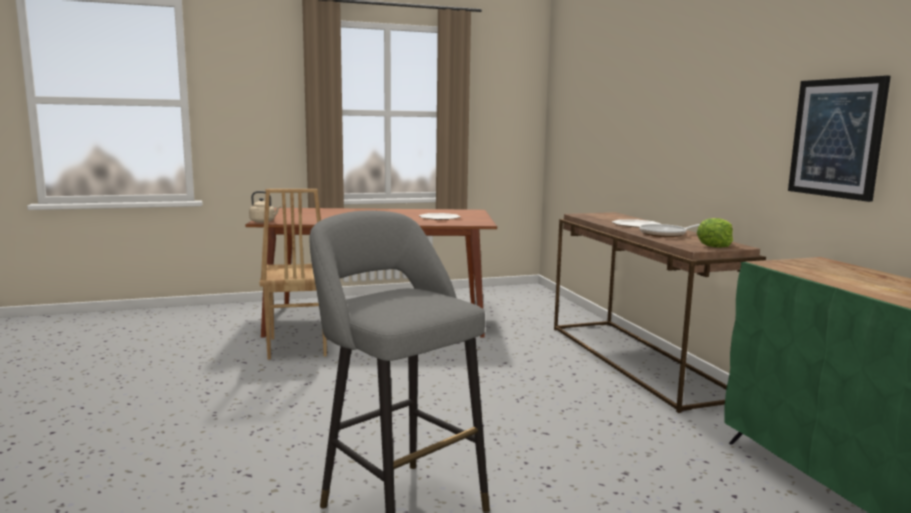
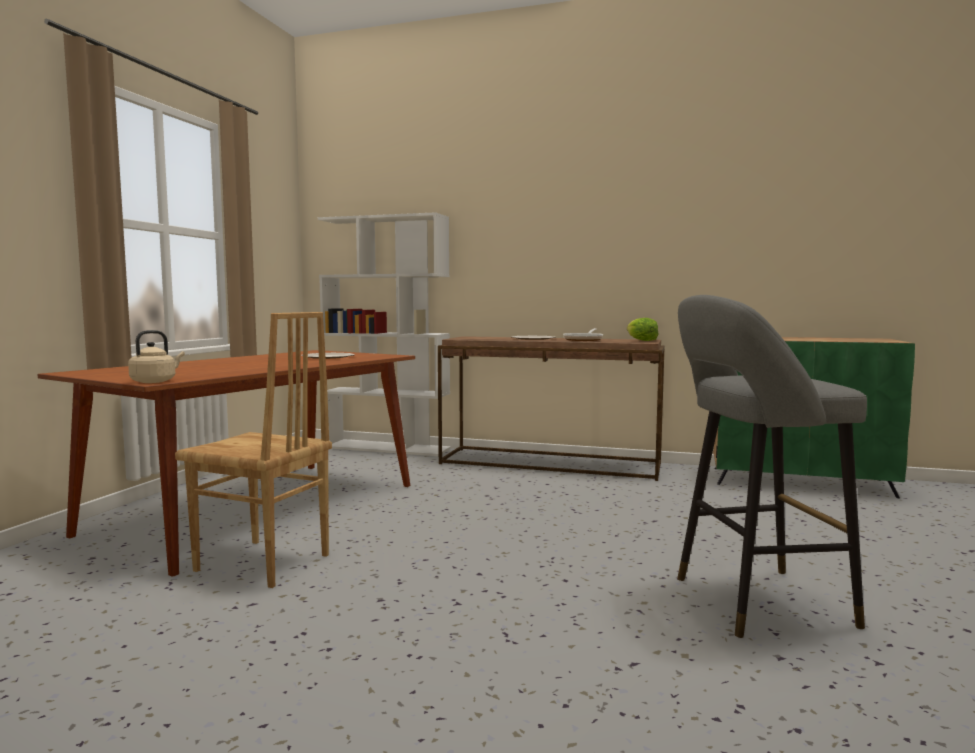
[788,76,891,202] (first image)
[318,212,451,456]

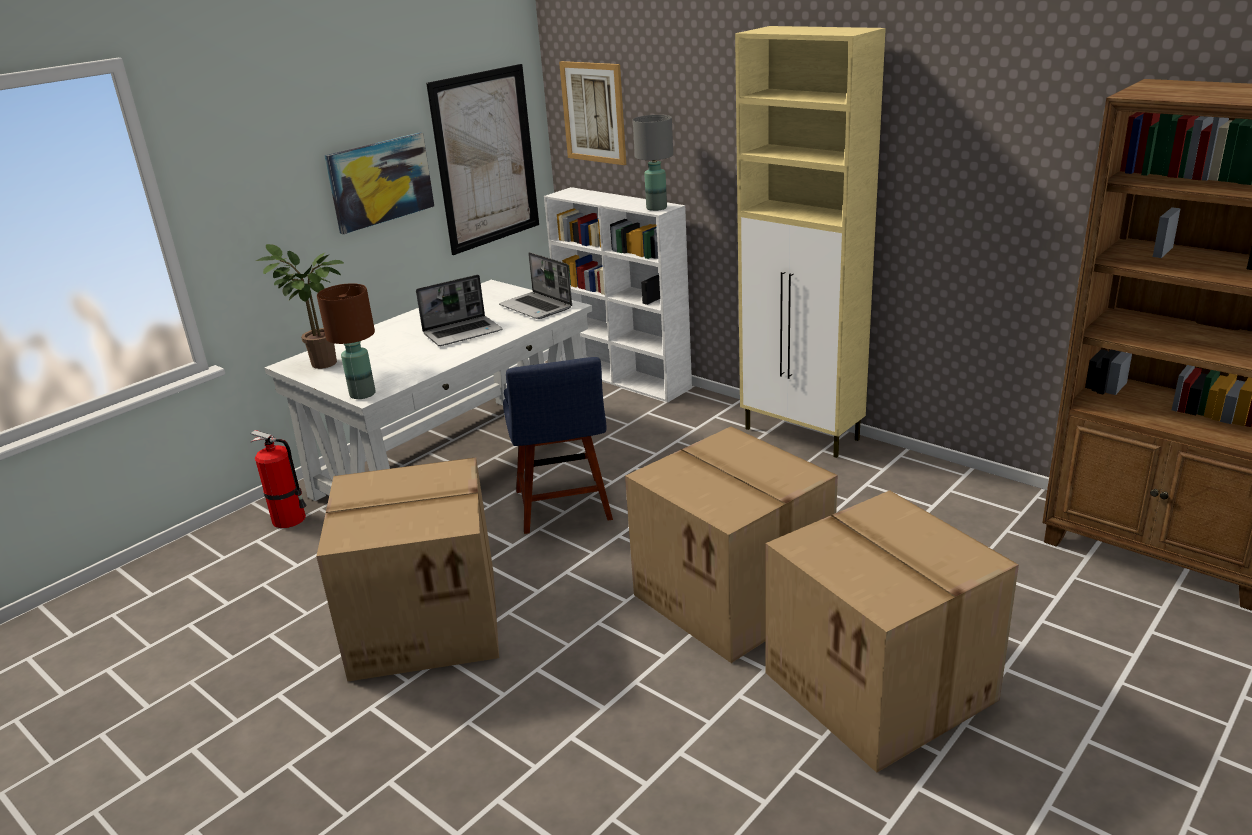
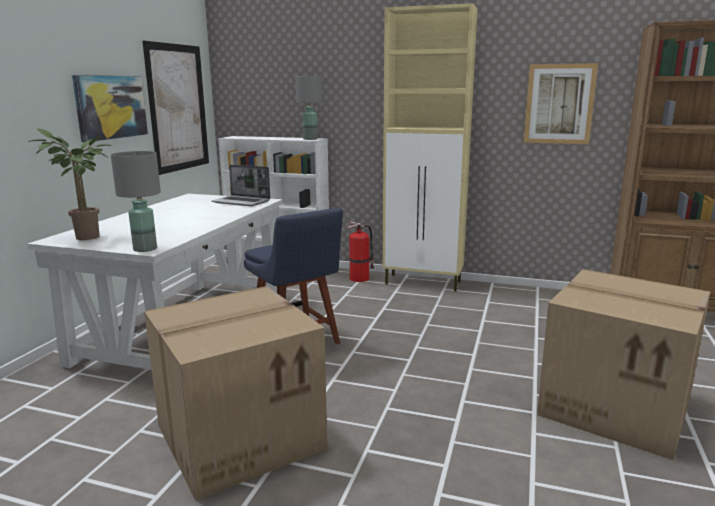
[416,275,502,346] (first image)
[625,426,838,663] (first image)
[348,221,374,282]
[524,63,598,144]
[111,151,161,252]

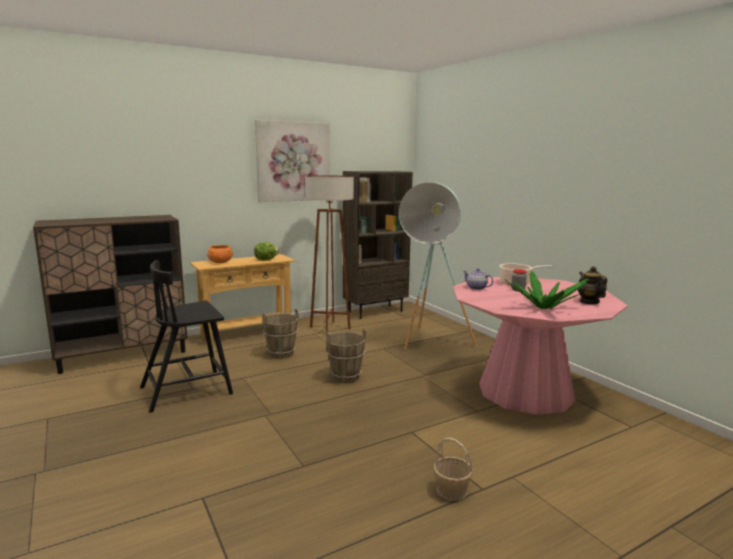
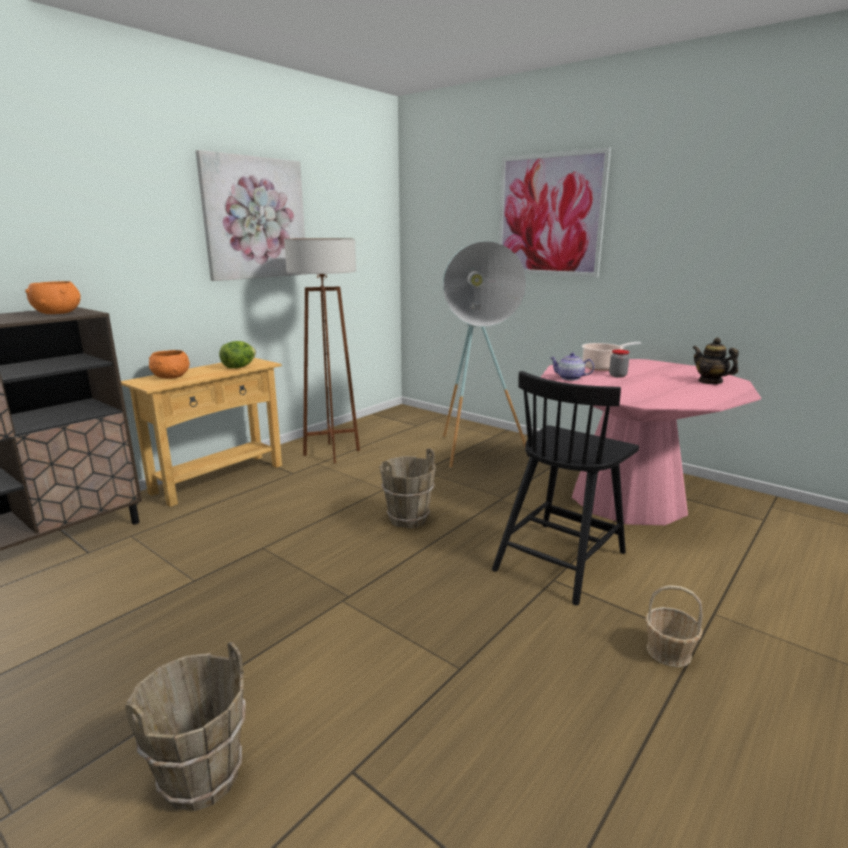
[343,171,413,319] (first image)
[505,270,588,309] (first image)
[25,281,81,314]
[498,147,611,277]
[492,371,639,605]
[125,642,245,811]

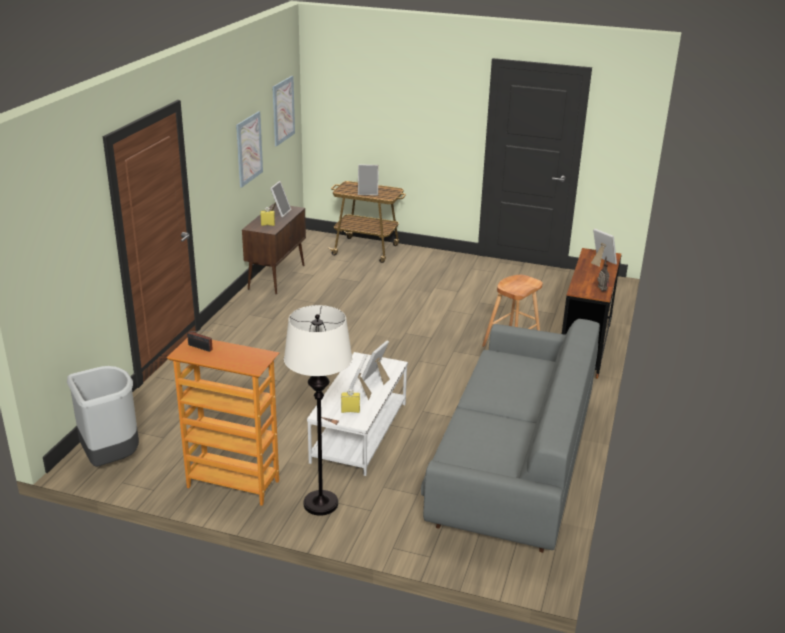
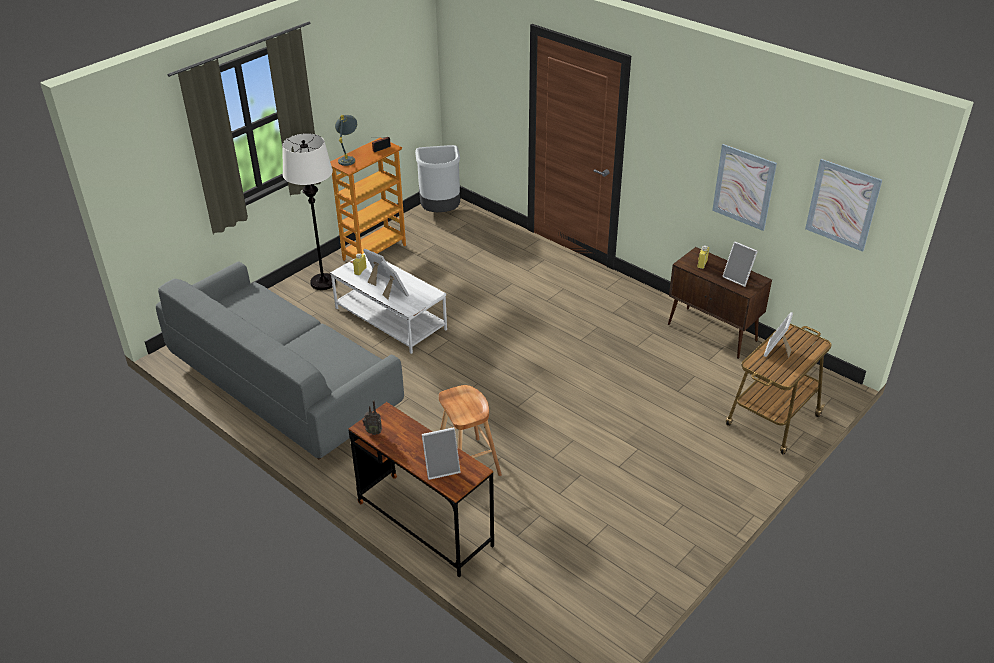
[335,115,357,166]

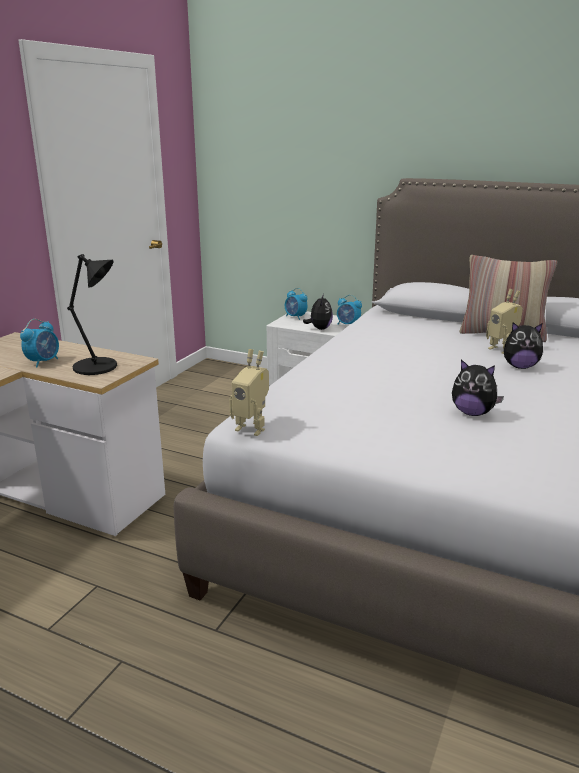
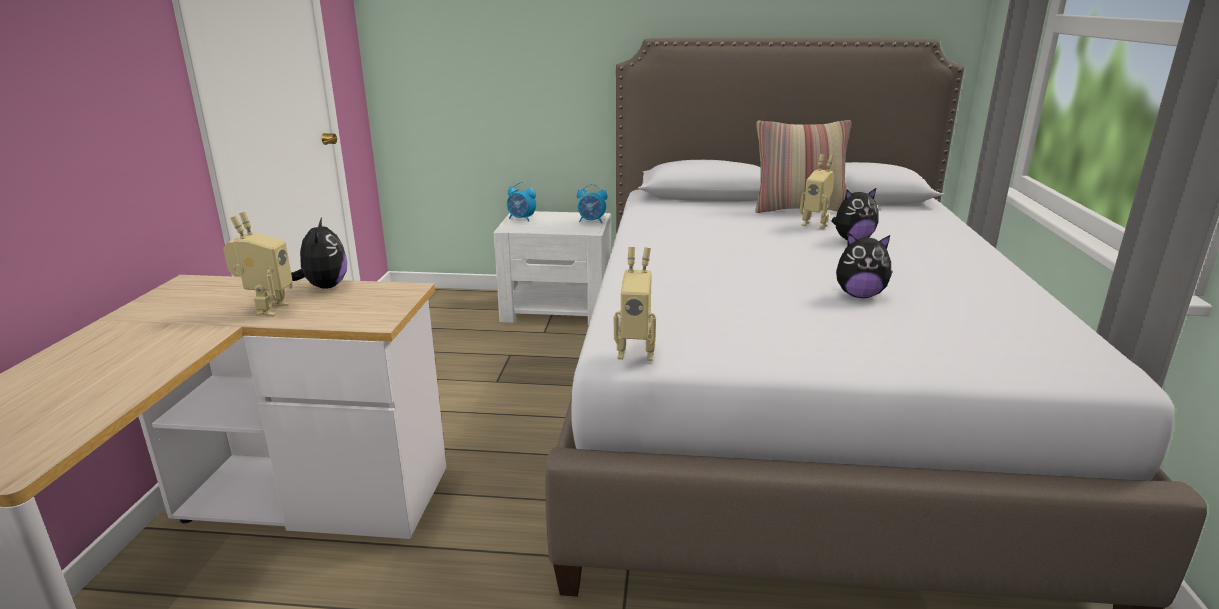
[67,254,117,375] (first image)
[291,217,347,289]
[223,212,293,317]

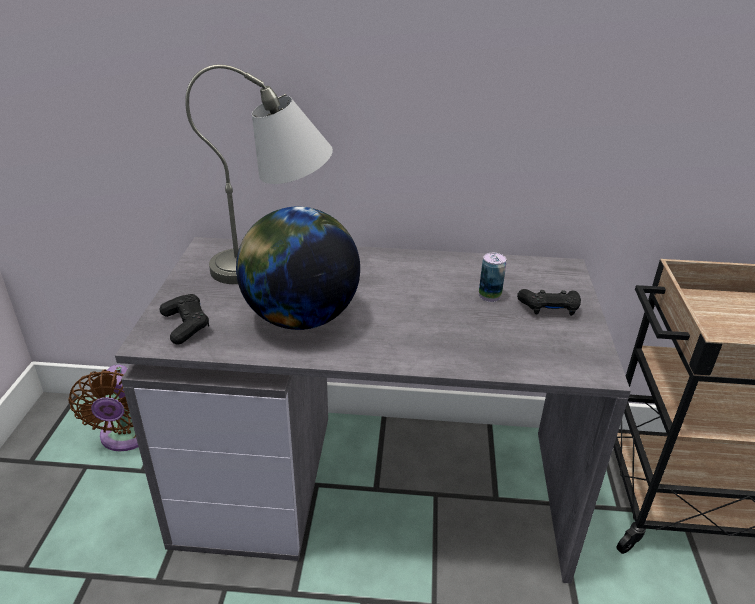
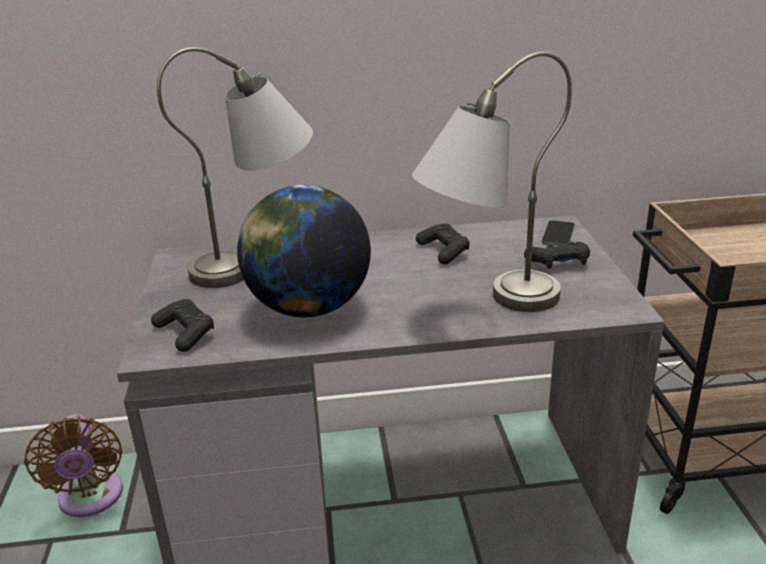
[479,253,506,302] (first image)
[412,52,572,312]
[416,224,470,264]
[541,220,575,246]

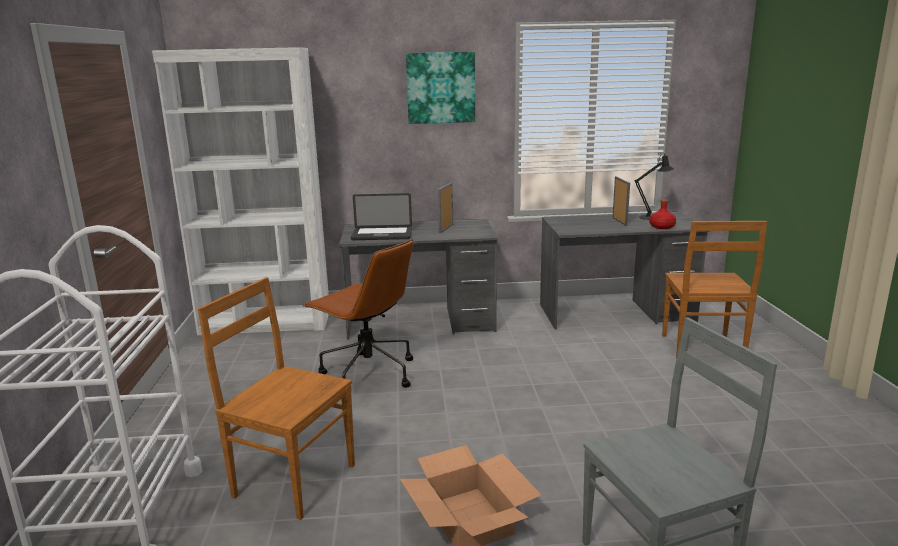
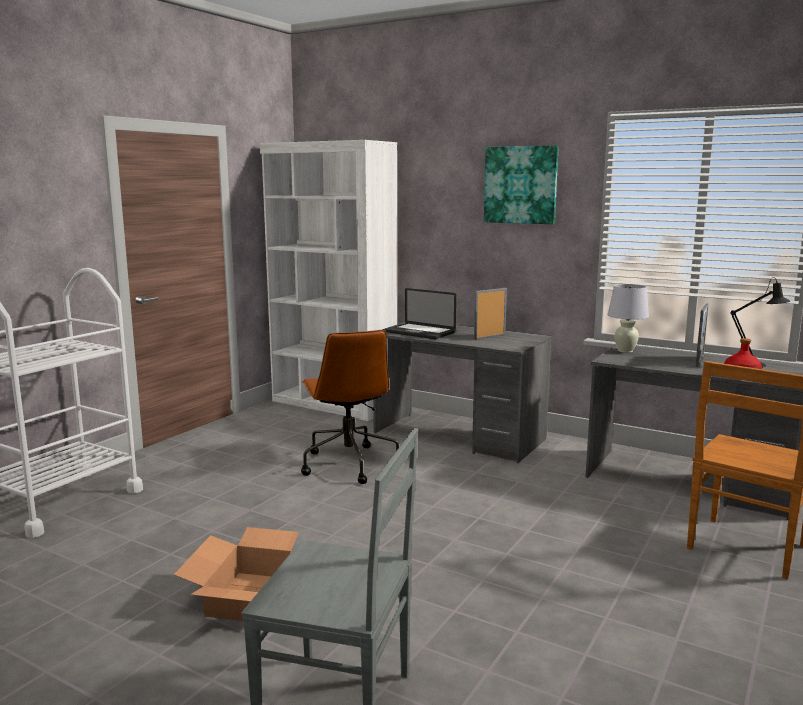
[198,277,355,520] (first image)
[608,284,649,353]

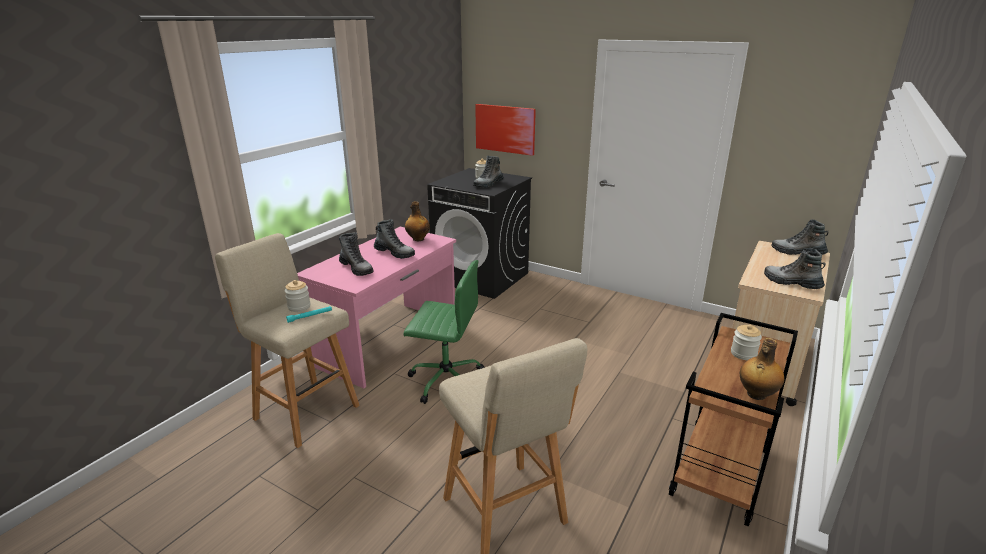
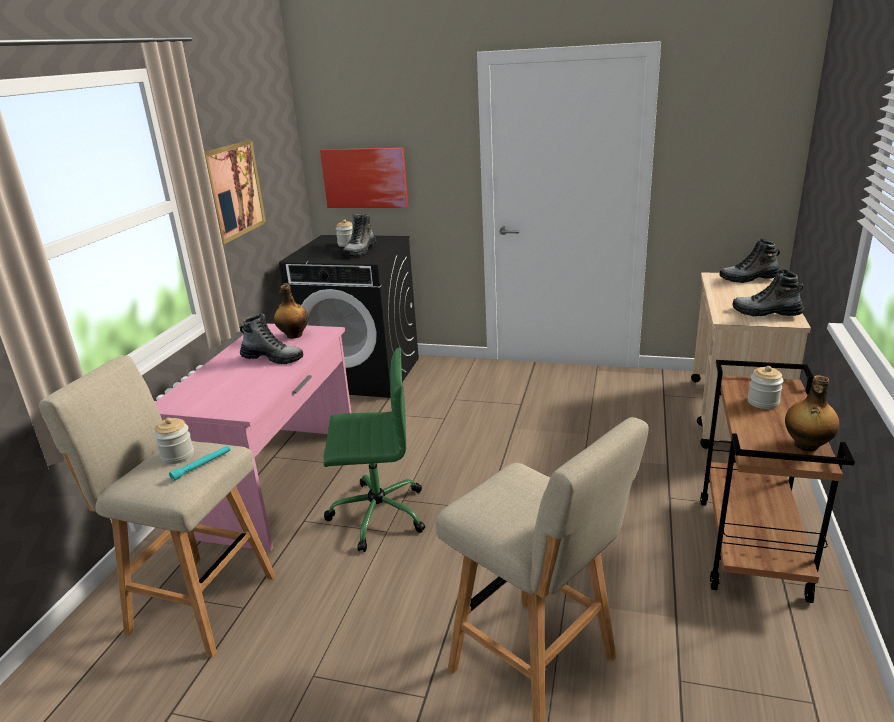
[339,232,374,276] (first image)
[204,140,266,245]

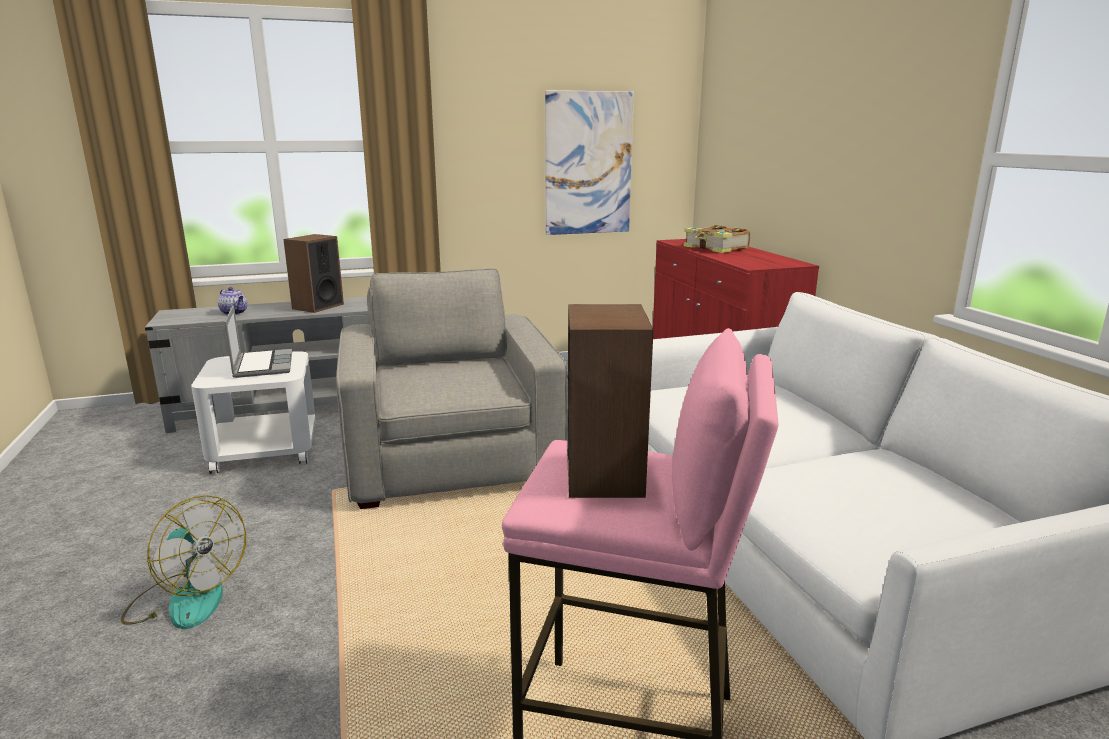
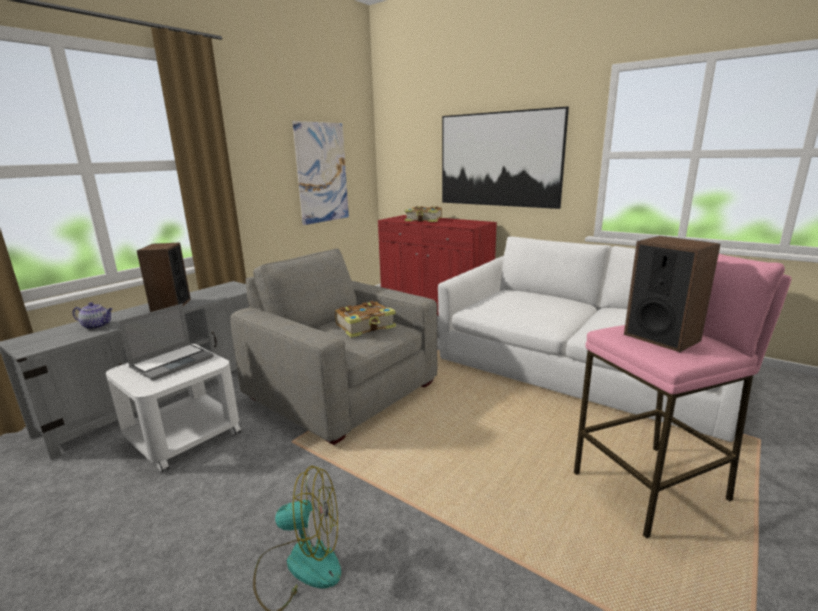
[335,301,396,338]
[442,106,569,209]
[118,304,214,380]

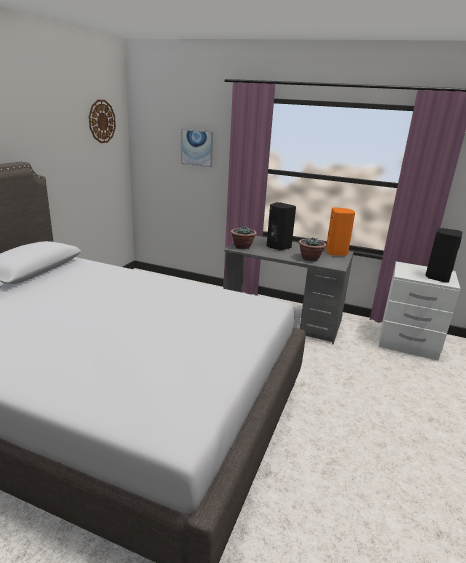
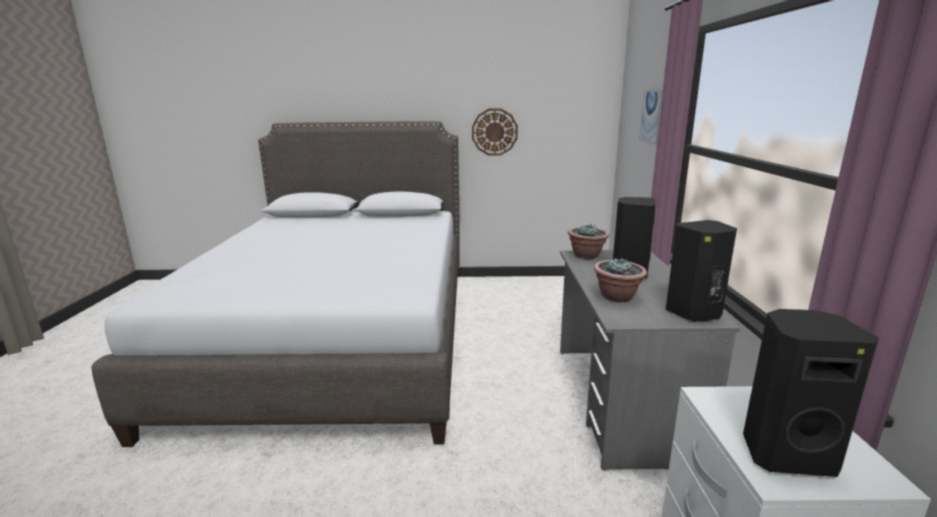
[472,108,518,156]
[666,220,737,322]

